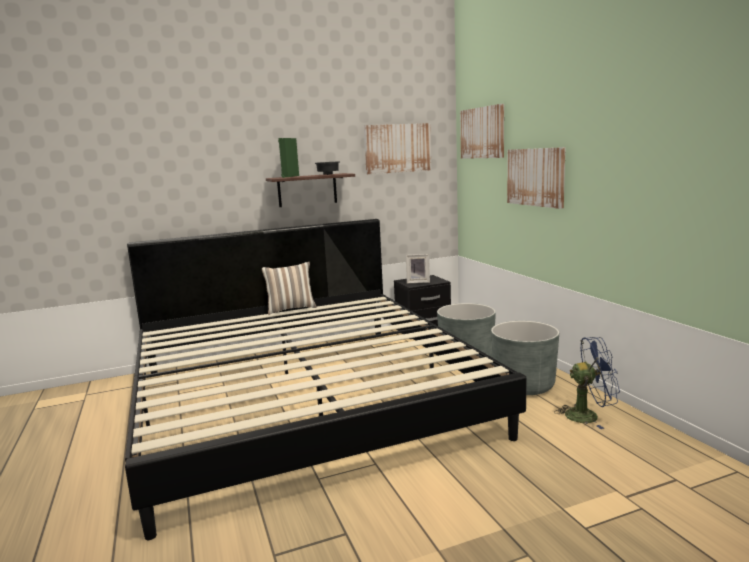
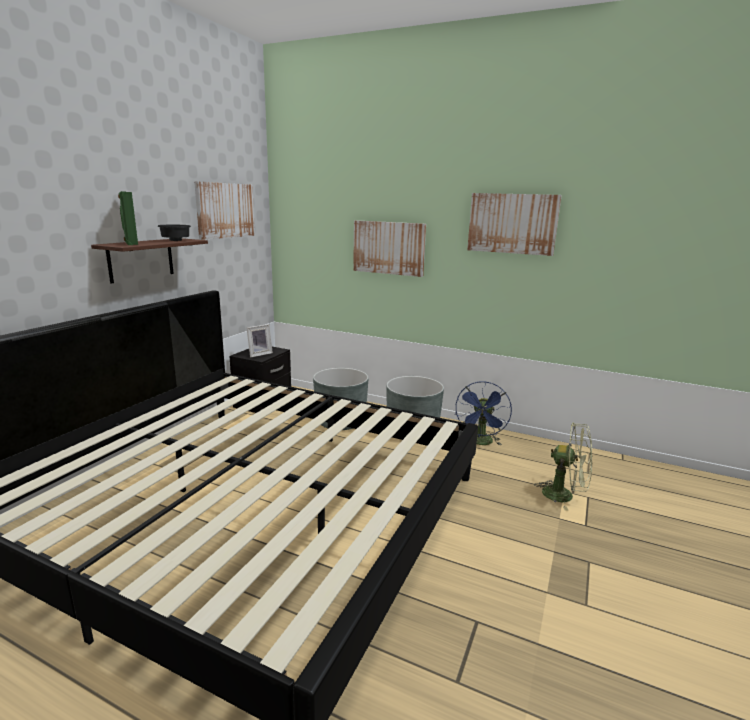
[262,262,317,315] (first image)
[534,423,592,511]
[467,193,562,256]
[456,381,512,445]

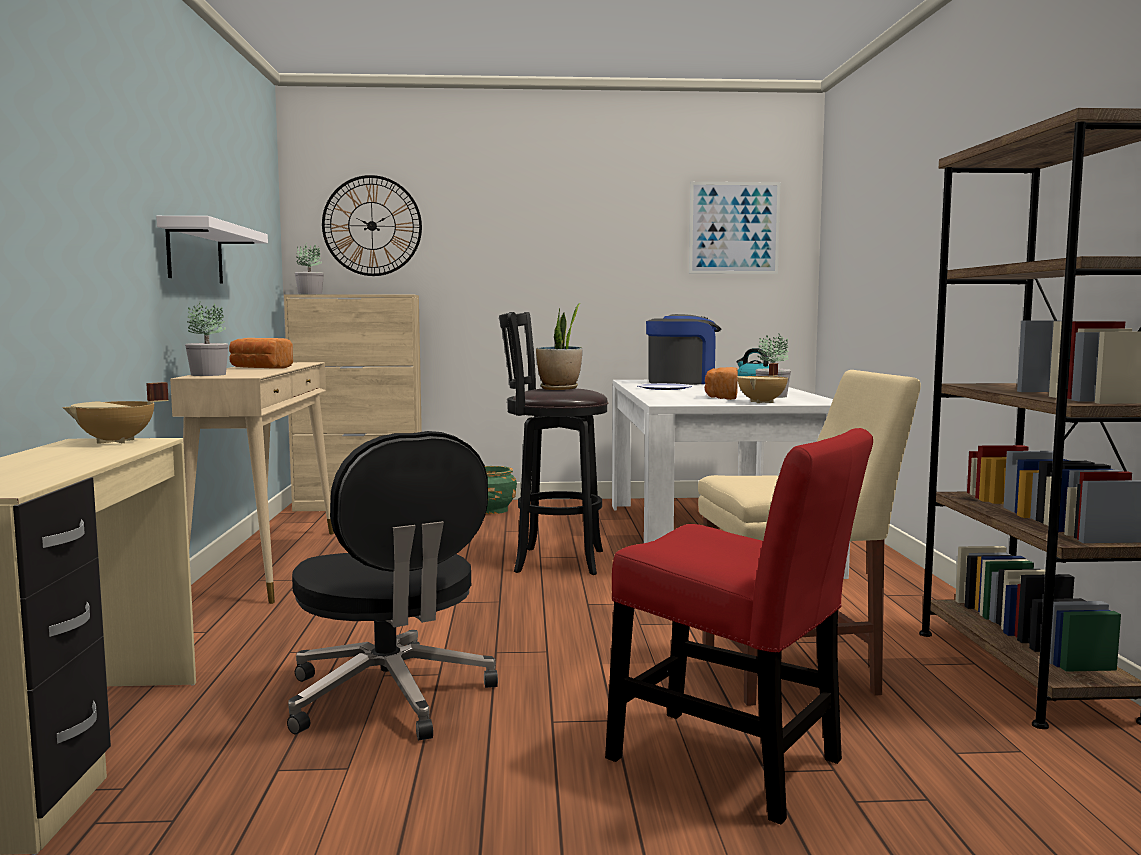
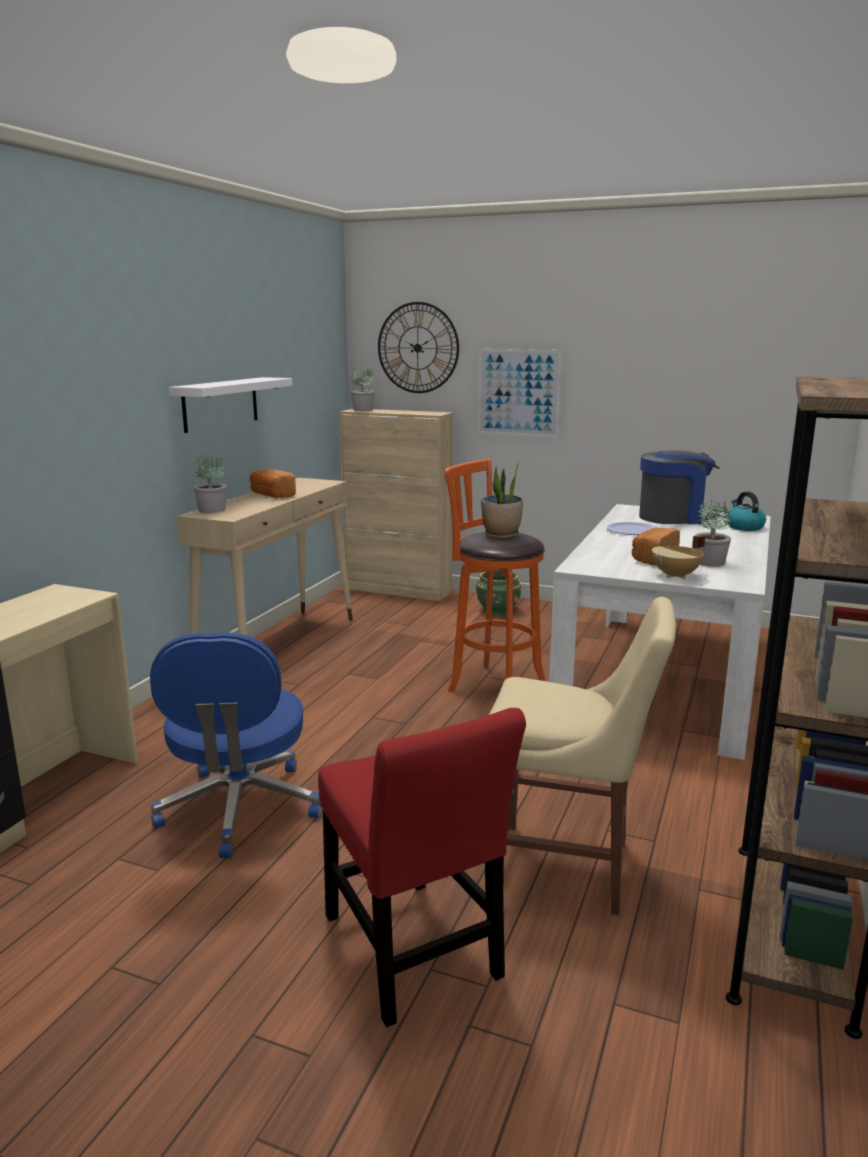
[62,382,168,444] (first image)
[478,349,562,438]
[150,632,323,858]
[445,458,545,692]

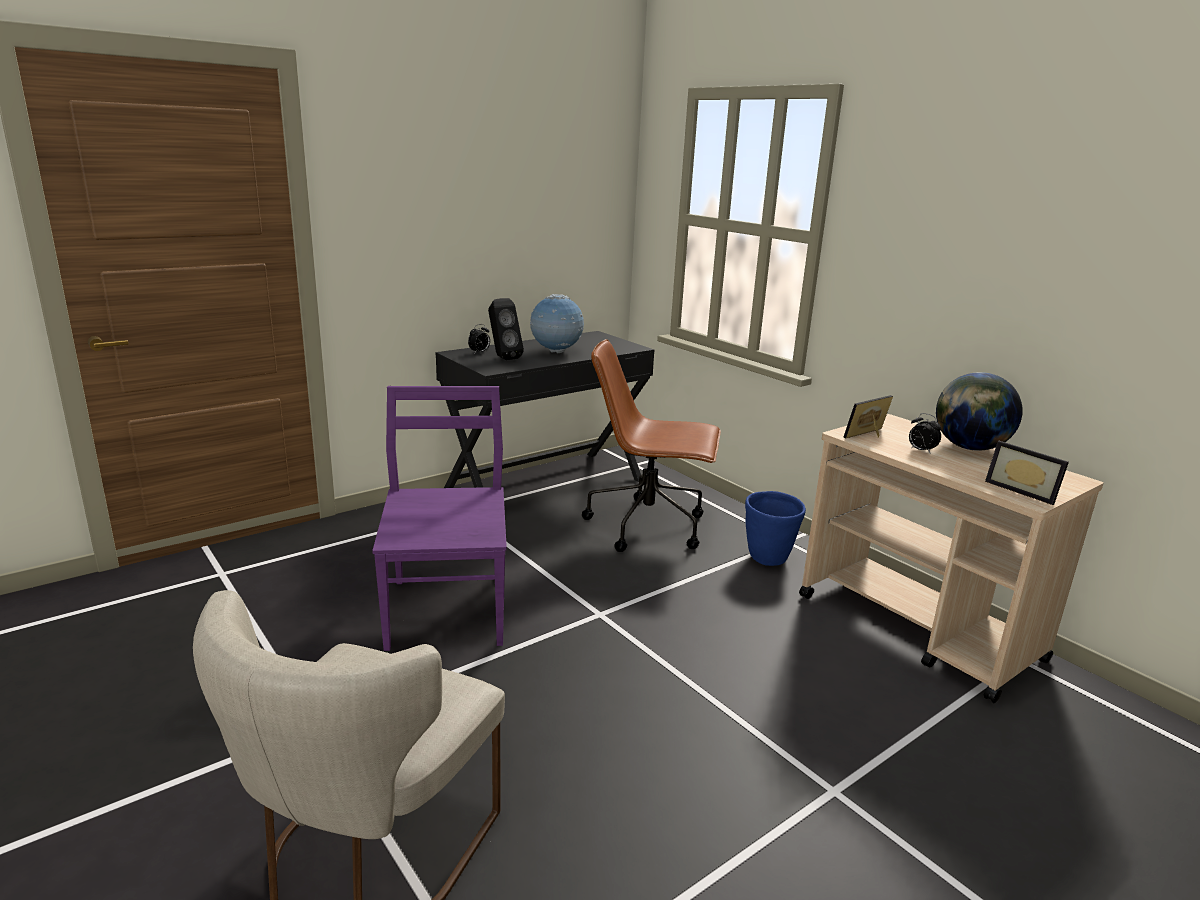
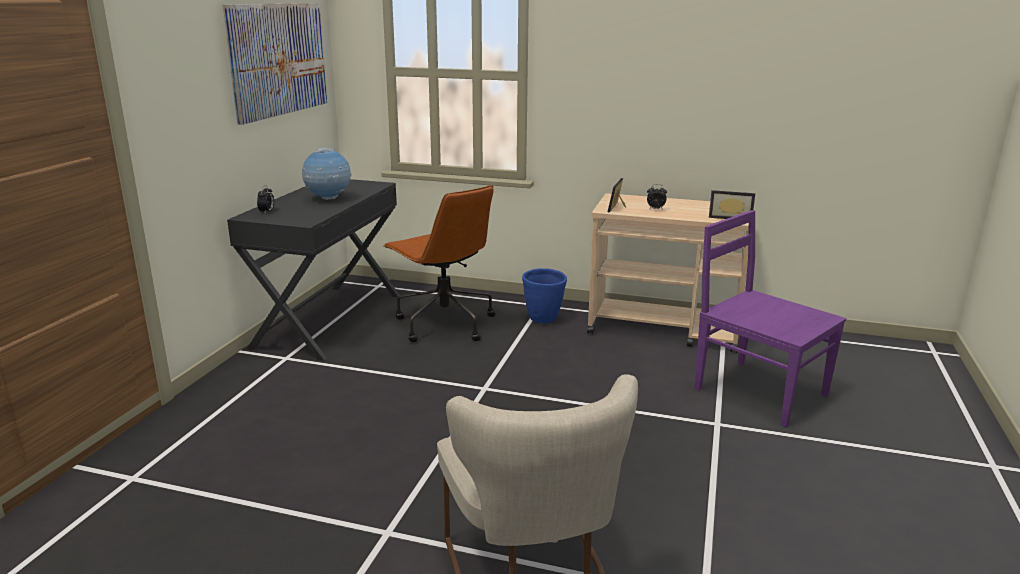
[488,298,524,360] (first image)
[936,372,1023,451] (first image)
[222,3,327,125]
[695,210,846,427]
[383,185,496,342]

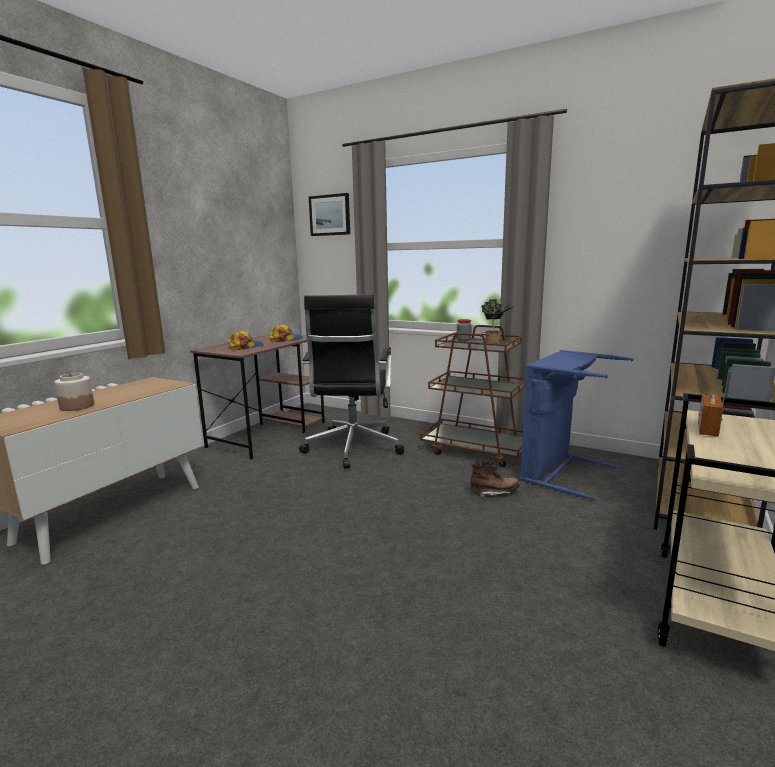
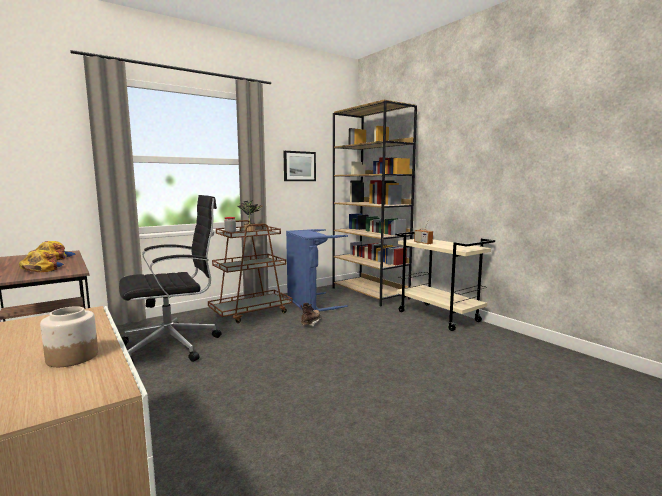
[283,151,316,181]
[119,195,222,362]

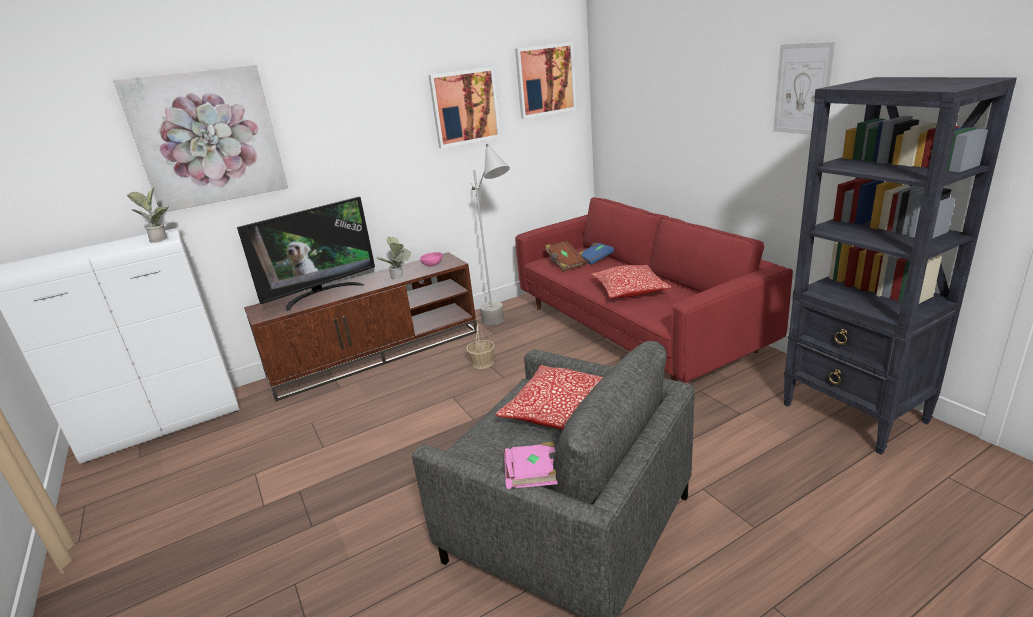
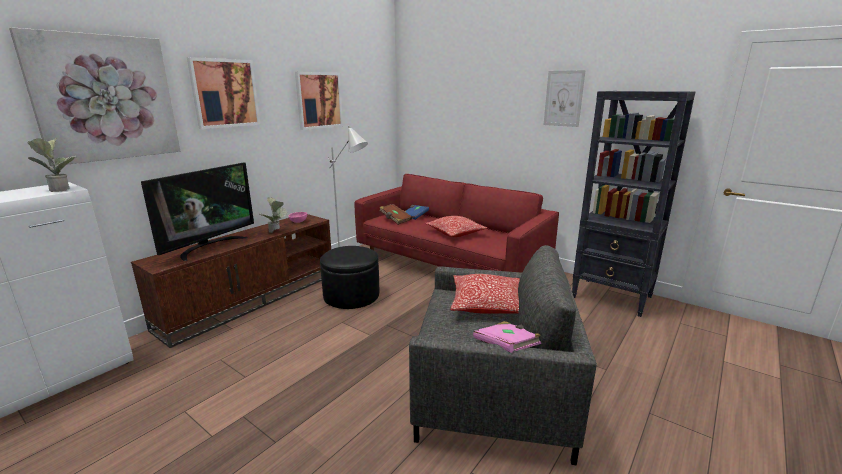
[187,57,261,129]
[320,246,379,309]

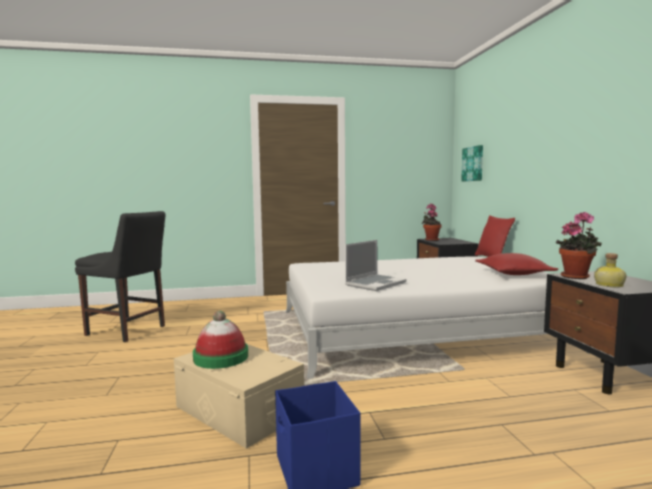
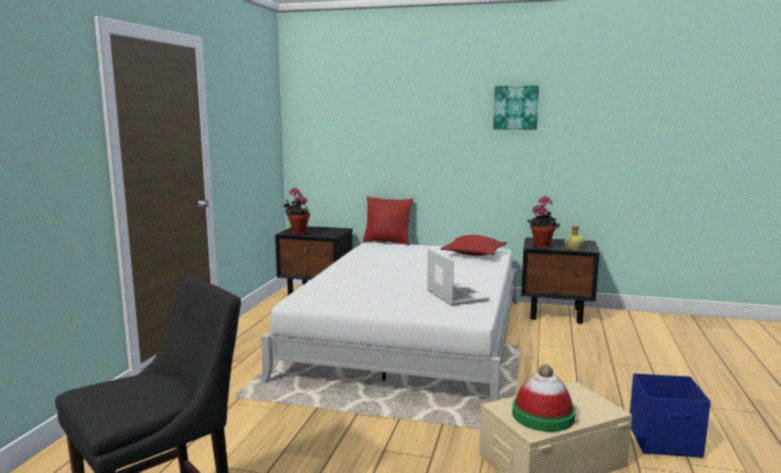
[493,86,539,130]

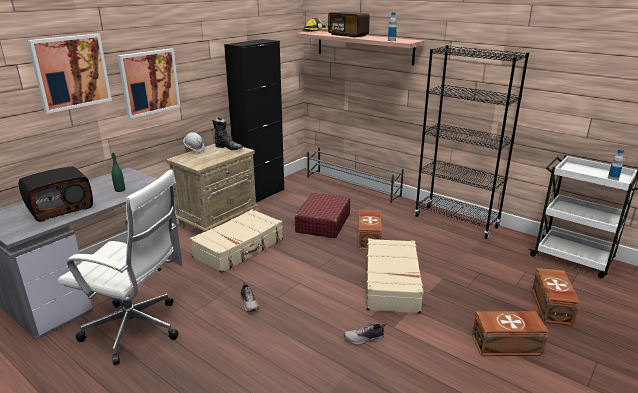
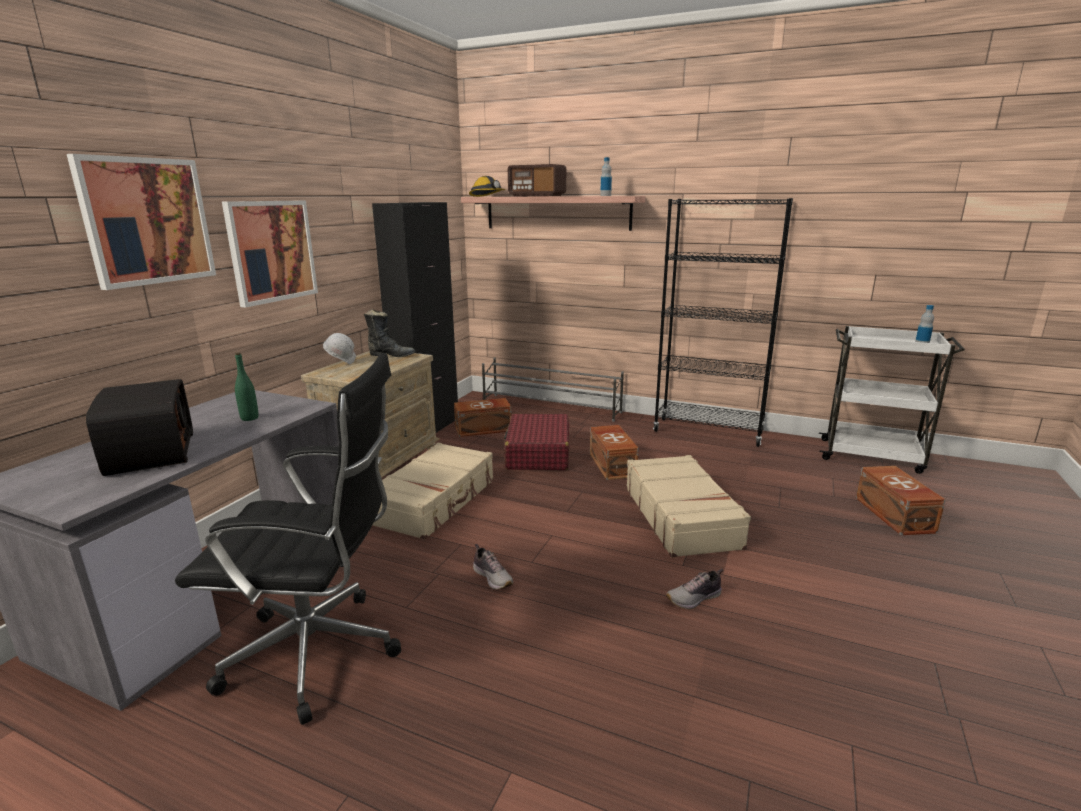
[454,398,512,437]
[175,353,401,725]
[86,379,193,476]

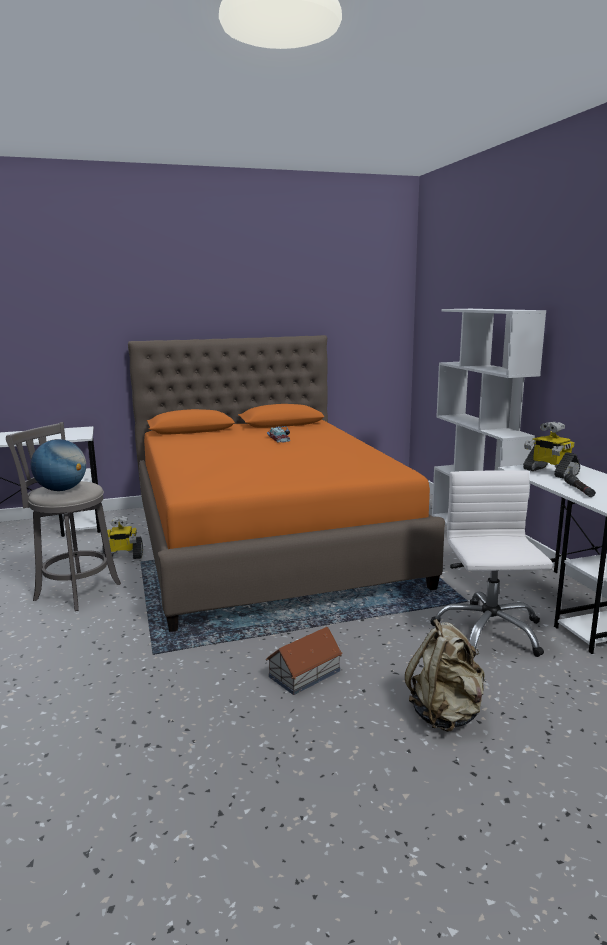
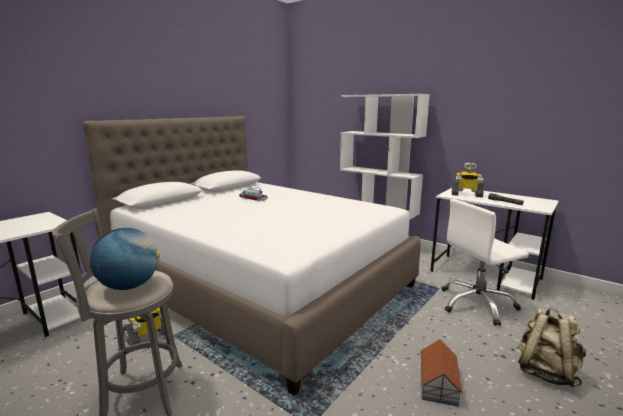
[83,116,421,396]
[442,199,529,326]

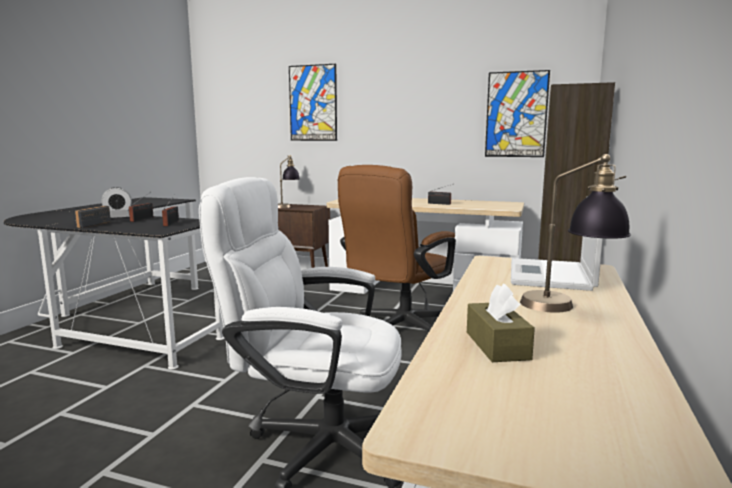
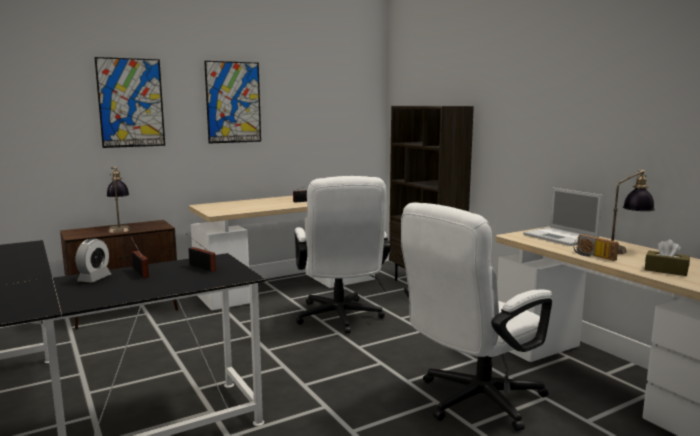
[574,234,619,261]
[204,61,261,144]
[295,176,390,334]

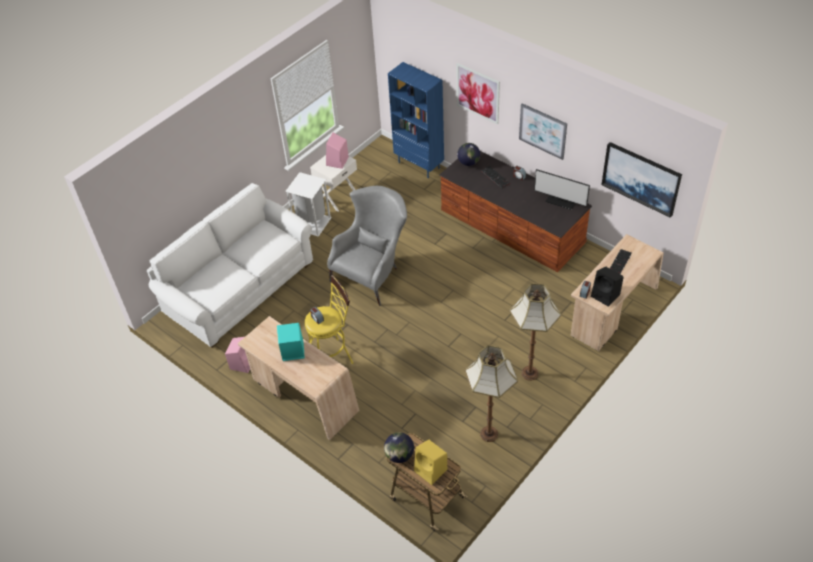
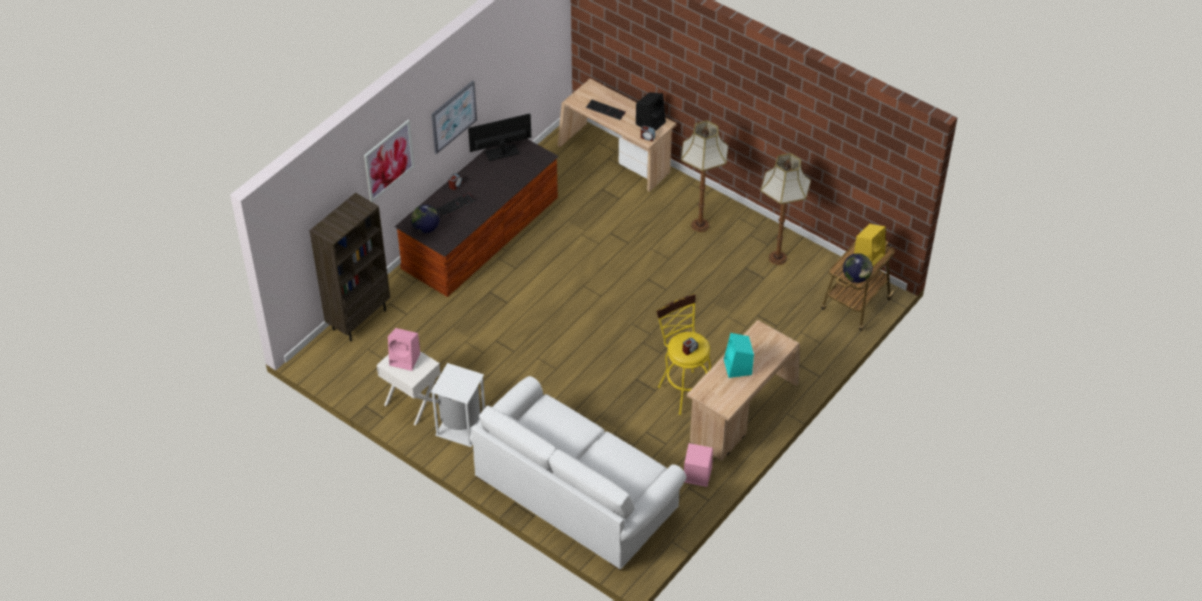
[327,186,407,306] (first image)
[601,142,682,218] (first image)
[309,193,390,341]
[468,113,531,161]

